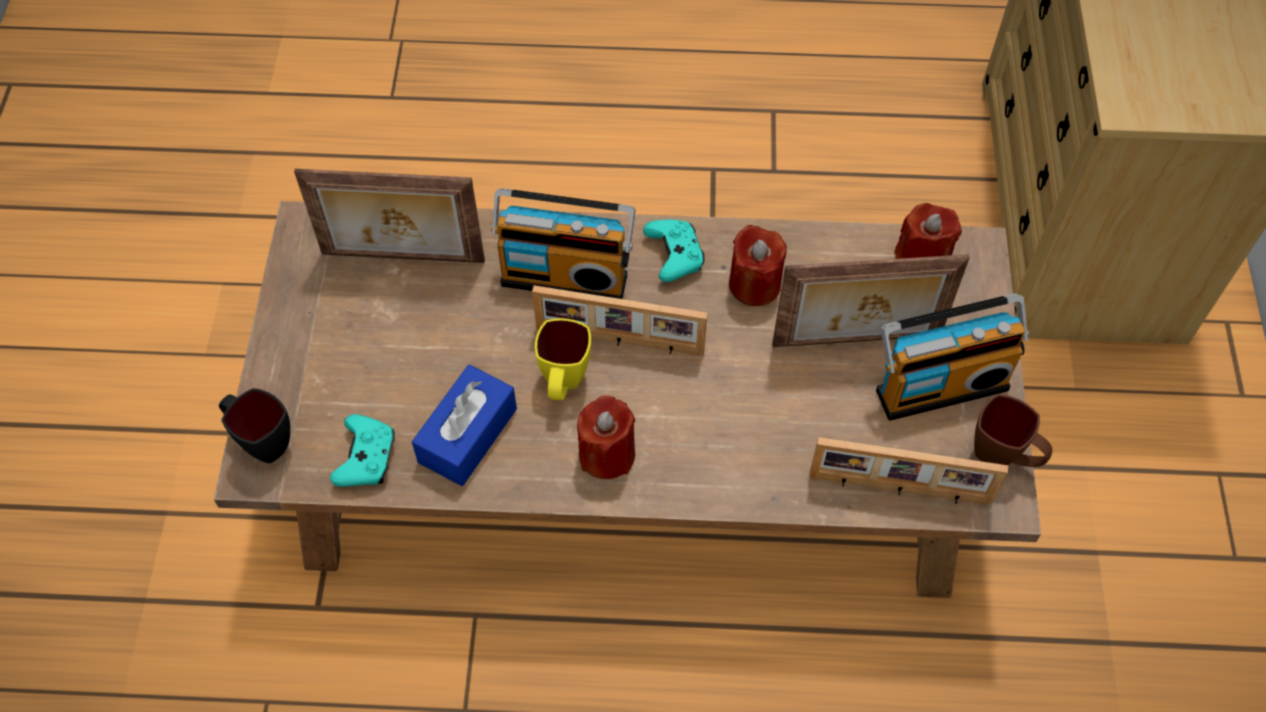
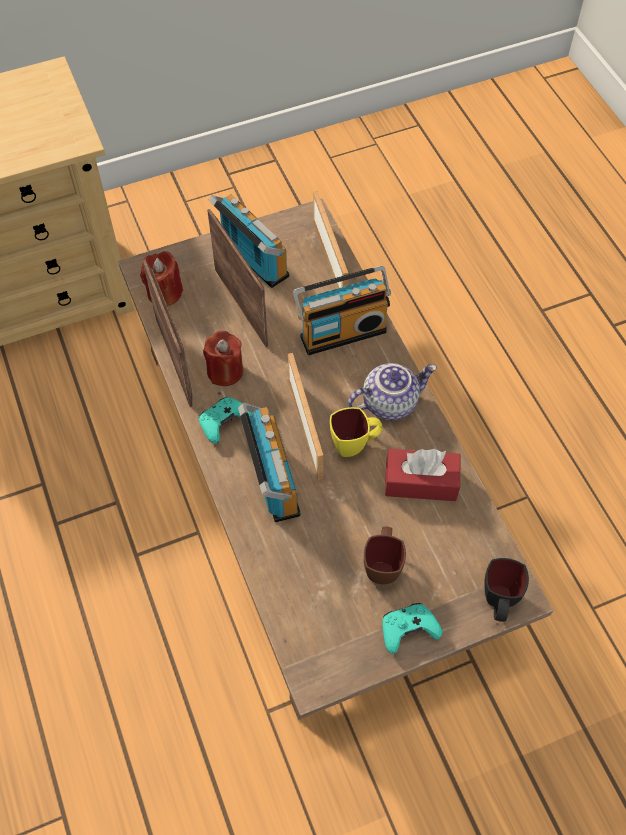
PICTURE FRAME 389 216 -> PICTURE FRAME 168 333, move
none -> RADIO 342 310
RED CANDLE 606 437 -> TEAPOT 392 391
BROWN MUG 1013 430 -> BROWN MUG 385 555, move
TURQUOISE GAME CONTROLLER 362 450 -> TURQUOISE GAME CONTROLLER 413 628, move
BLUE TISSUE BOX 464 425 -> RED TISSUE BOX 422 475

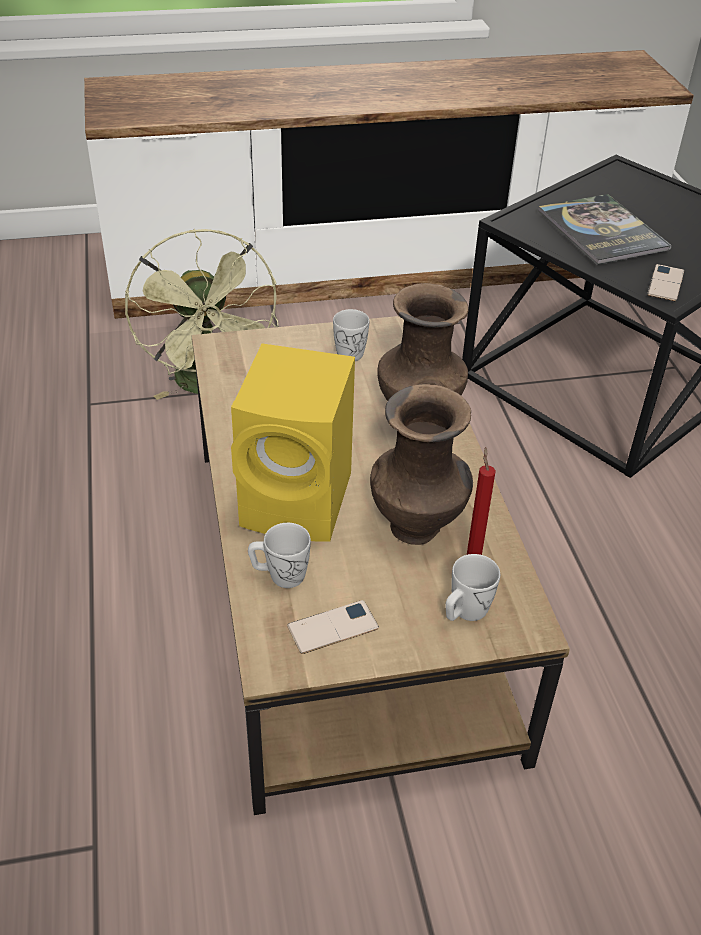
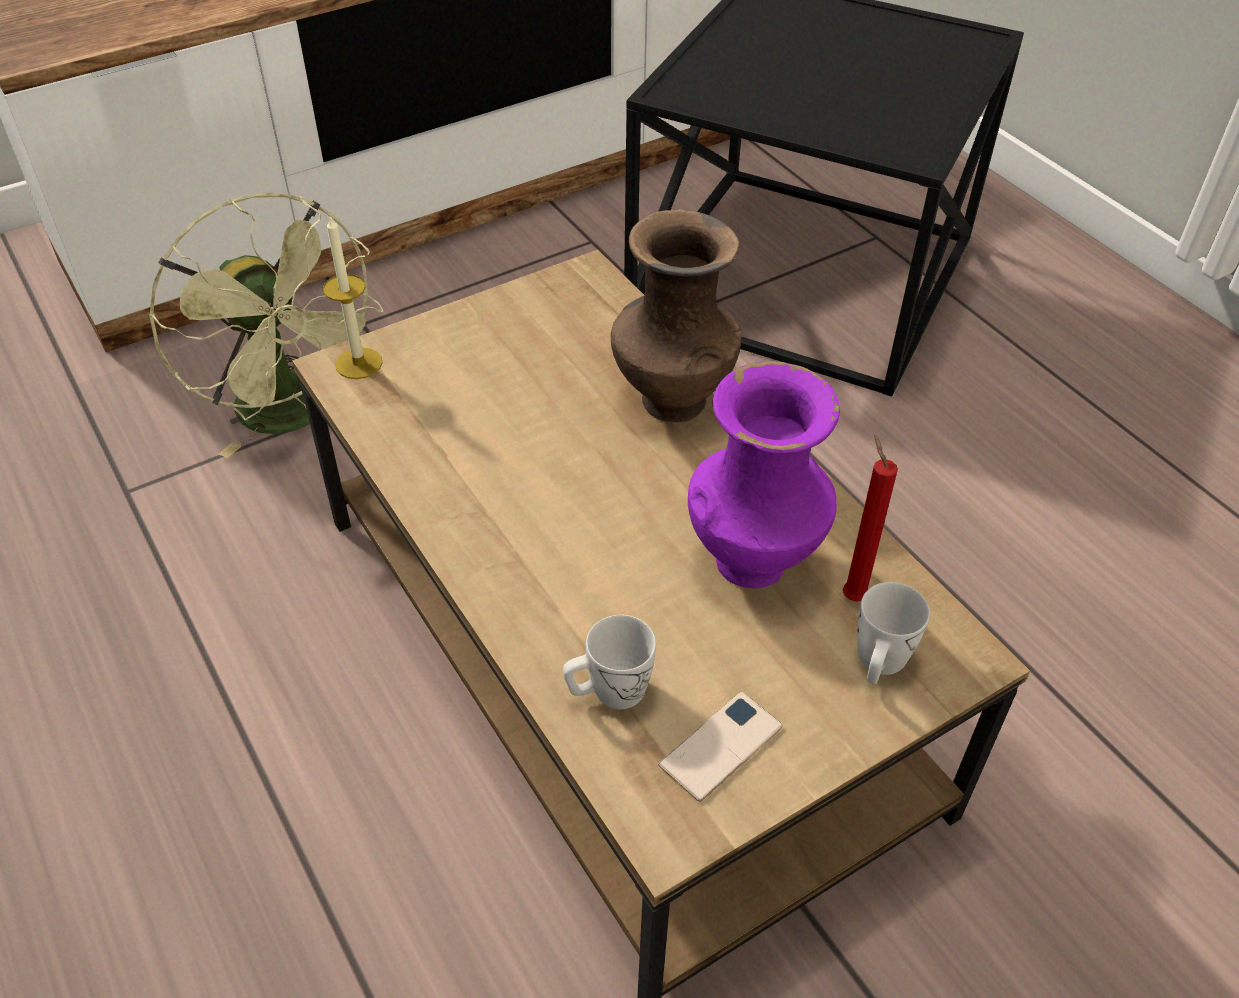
none -> CANDLE 353 297
BROWN VASE 421 464 -> PURPLE VASE 764 474
YELLOW SPEAKER 293 442 -> none
WHITE MUG 351 335 -> none
BOOK 605 229 -> none
PHONE 665 282 -> none

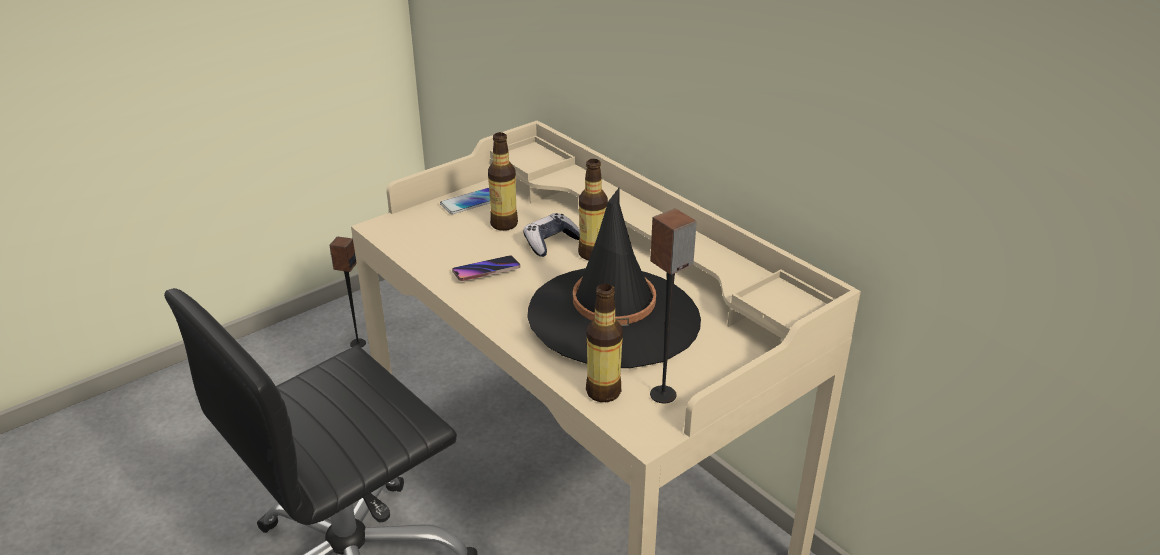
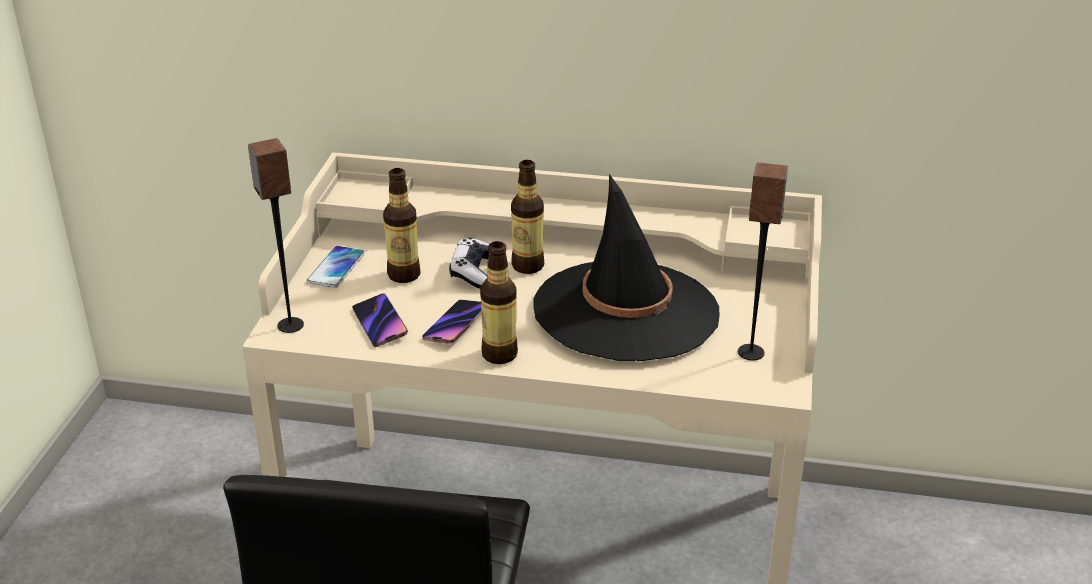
SPEAKER 347 292 -> SPEAKER 276 235, move
none -> PHONE 380 320
BOTTLE 604 343 -> BOTTLE 499 302, move

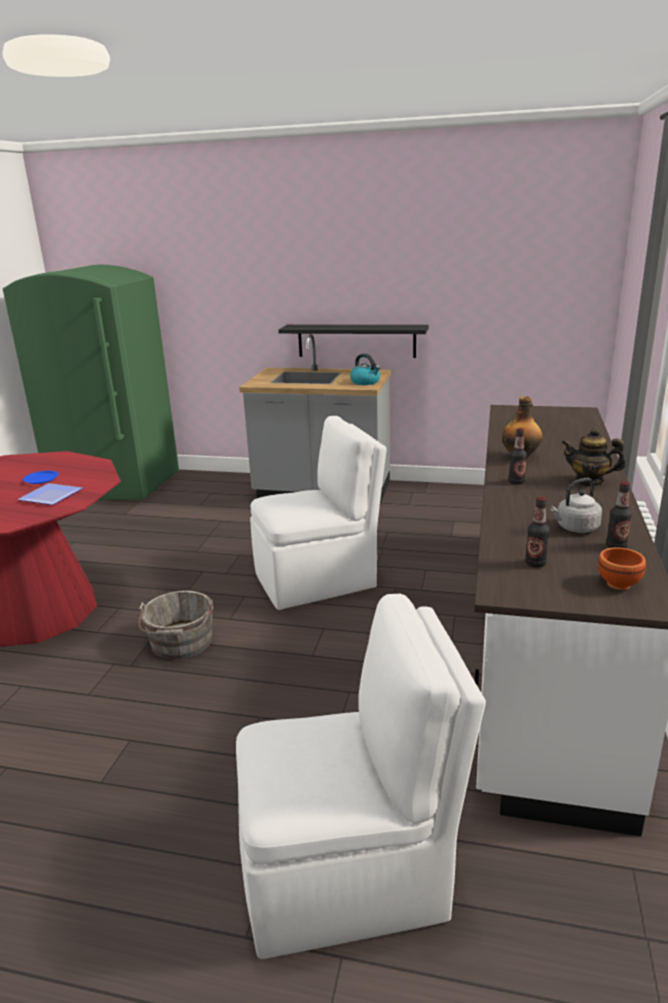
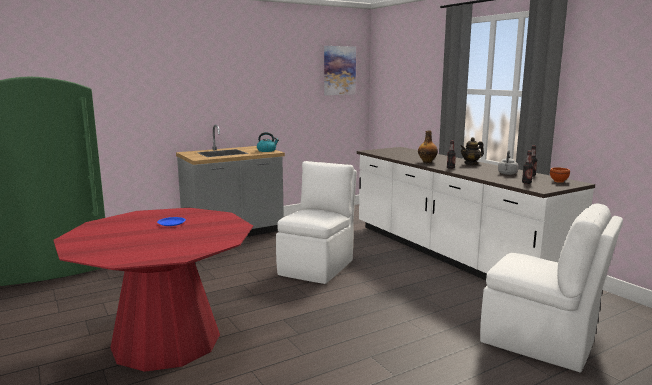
none -> PICTURE 340 70
WHITE CHAIR 361 776 -> WHITE CHAIR 551 287, 90 degrees clockwise
PLATE 50 494 -> none
GREY BUCKET 175 624 -> none
BLACK SHELF 353 341 -> none

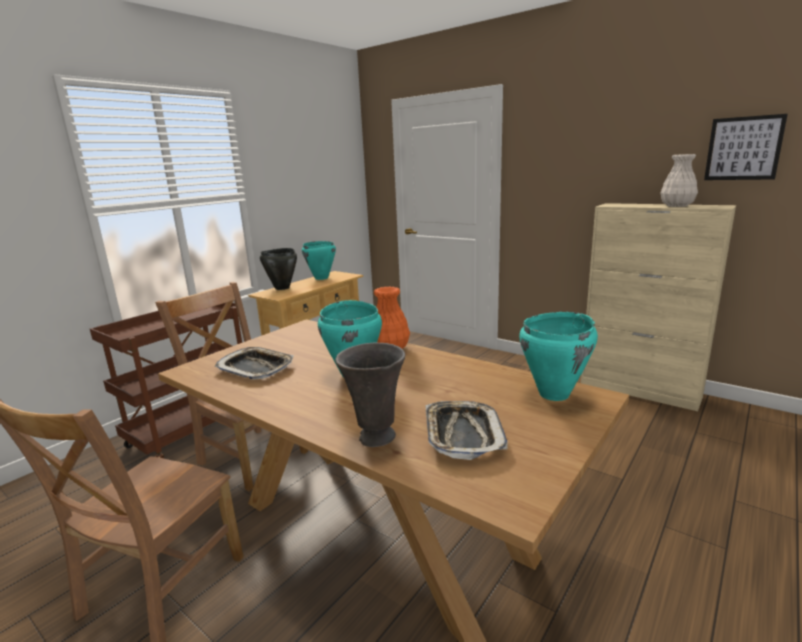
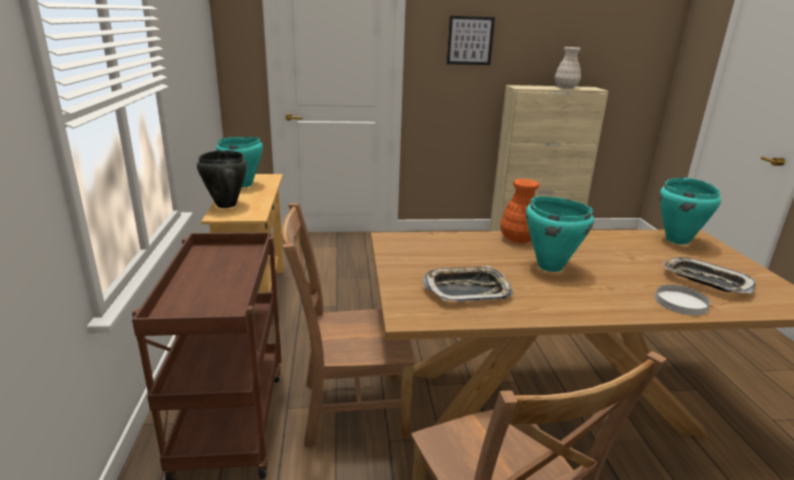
PICTURE 746 147 -> PICTURE 471 40, move
GREY VASE 370 395 -> WHITE PLATE 683 300

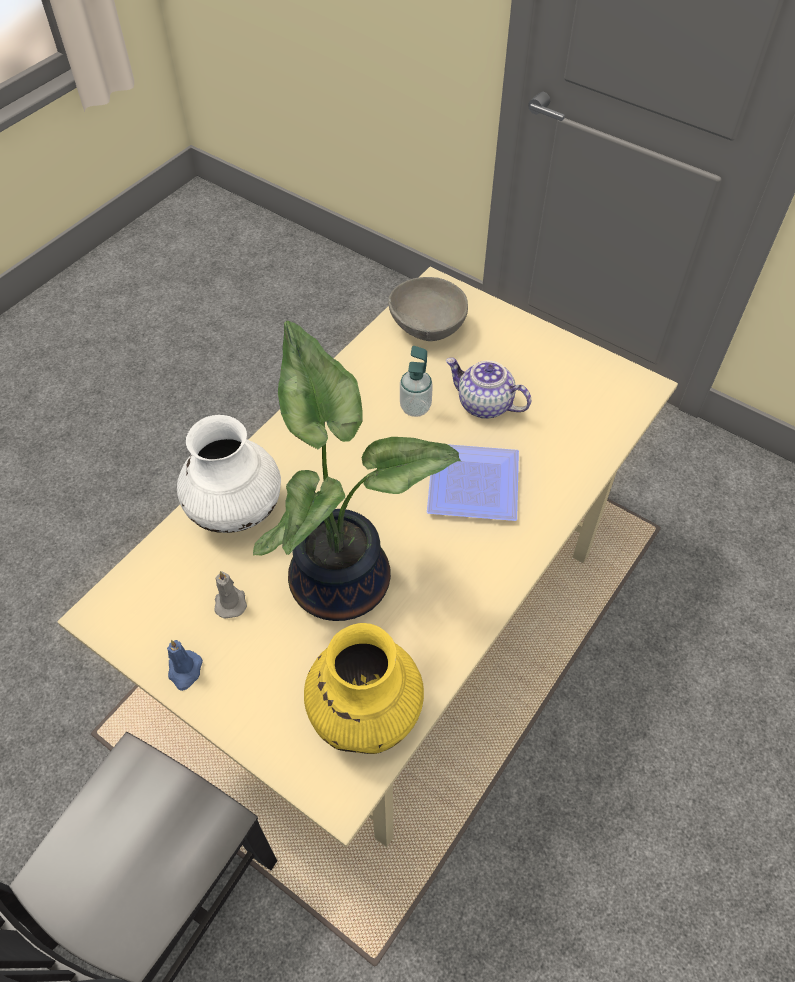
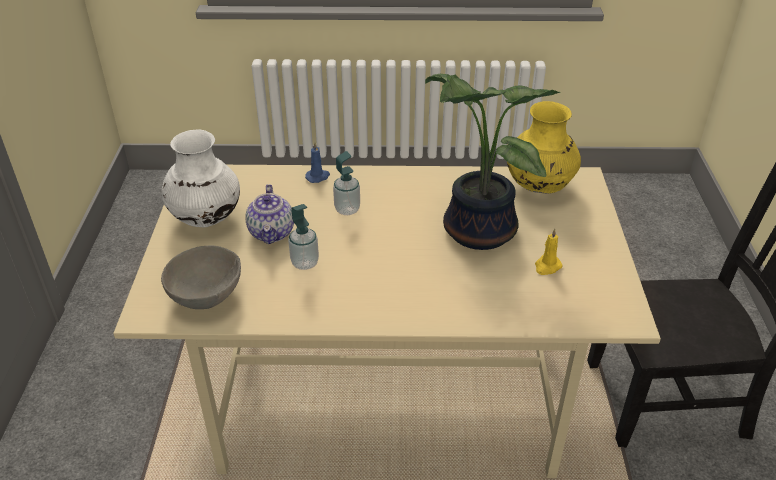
WHITE VASE 229 474 -> WHITE VASE 201 178, move
BLUE CANDLE 185 665 -> BLUE CANDLE 317 162, move
PLATE 473 482 -> SOAP DISPENSER 346 183
GREY CANDLE 230 595 -> YELLOW CANDLE 549 251

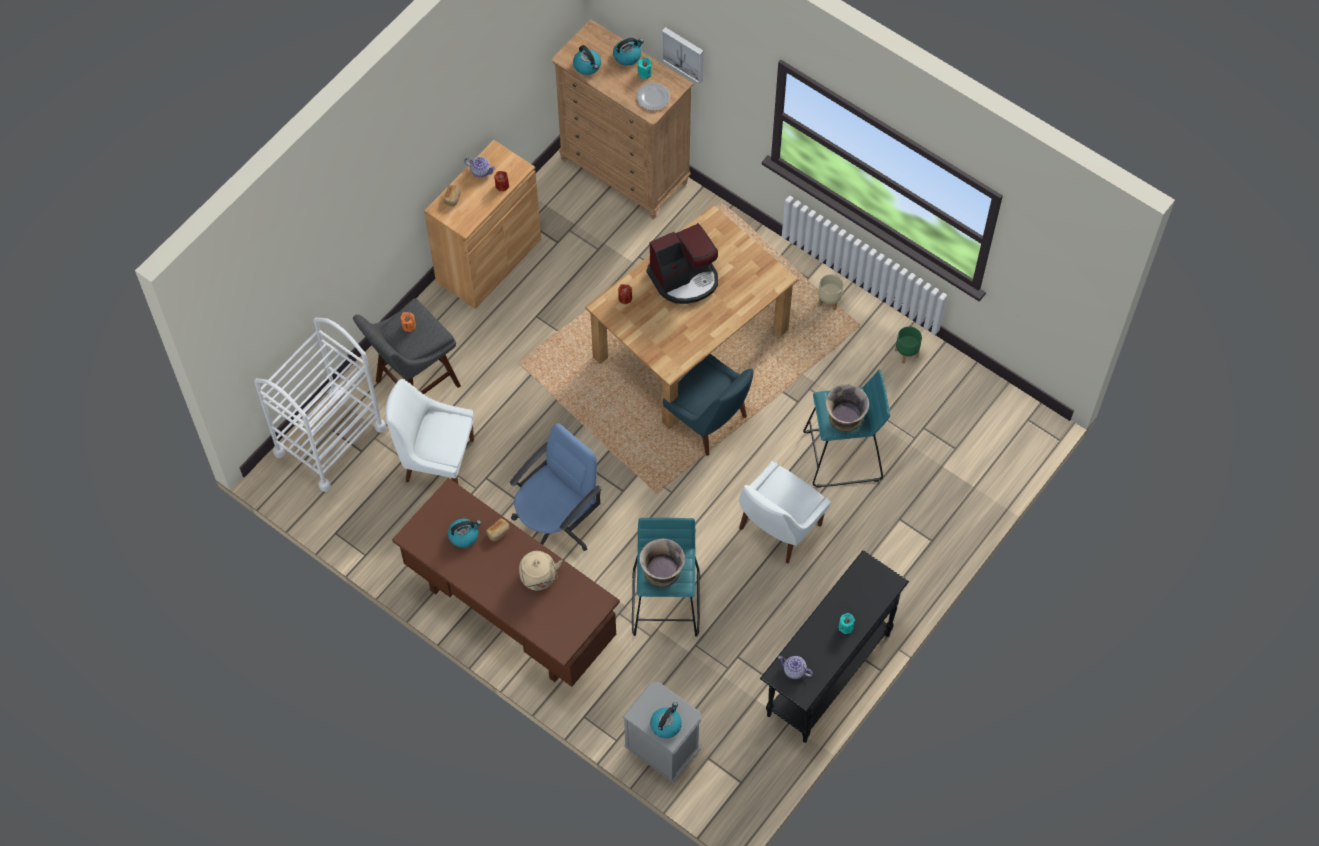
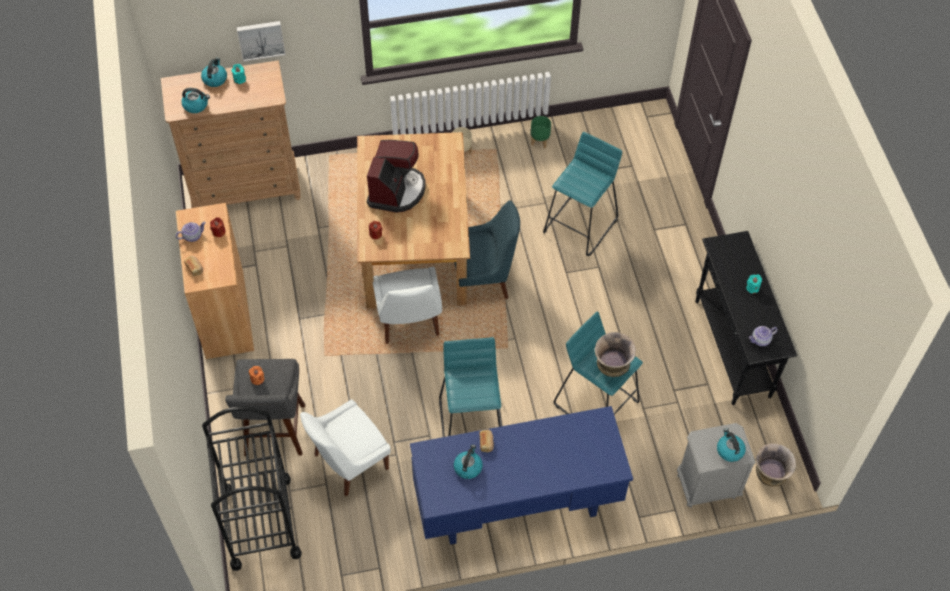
WHITE CART 320 405 -> BLACK CART 252 489
WHITE CHAIR 785 512 -> WHITE CHAIR 407 305, move
BROWN DESK 506 582 -> BLUE DESK 521 475
BLUE OFFICE CHAIR 556 487 -> TURQUOISE STOOL 470 387
VASE 847 408 -> VASE 776 465, move
BEIGE KETTLE 540 571 -> none
PLATE 653 97 -> none

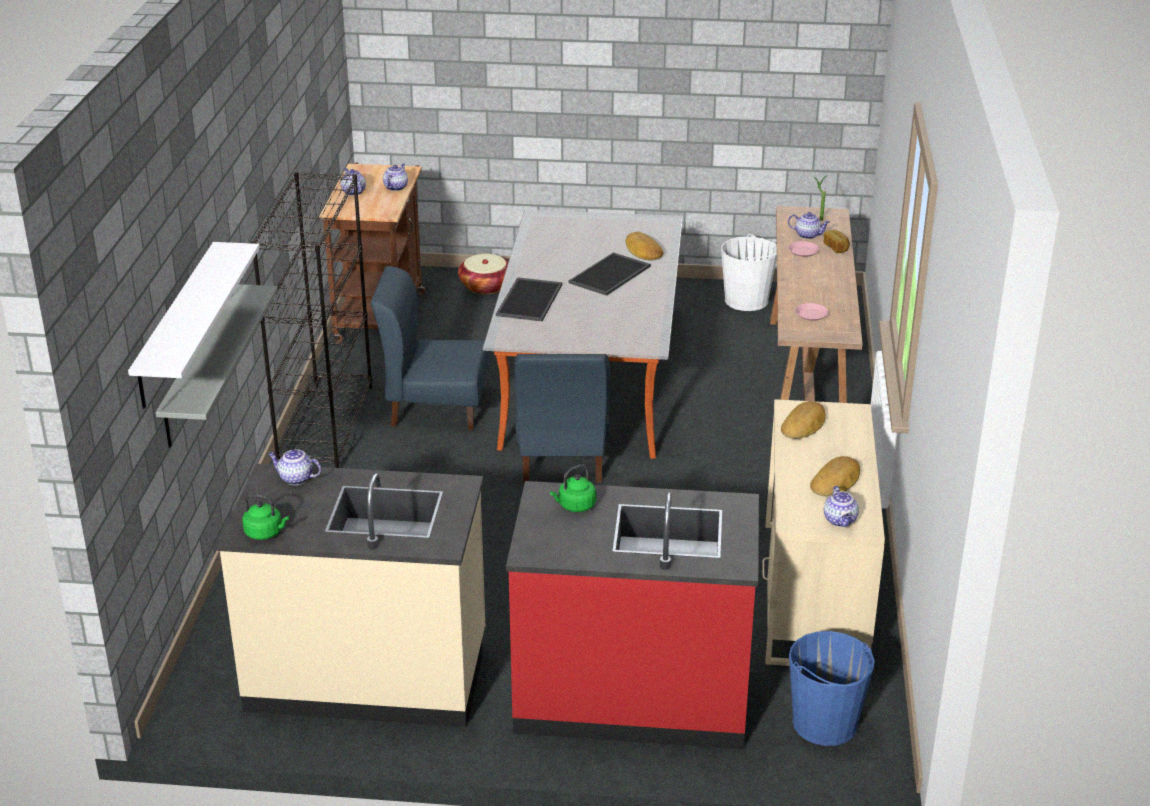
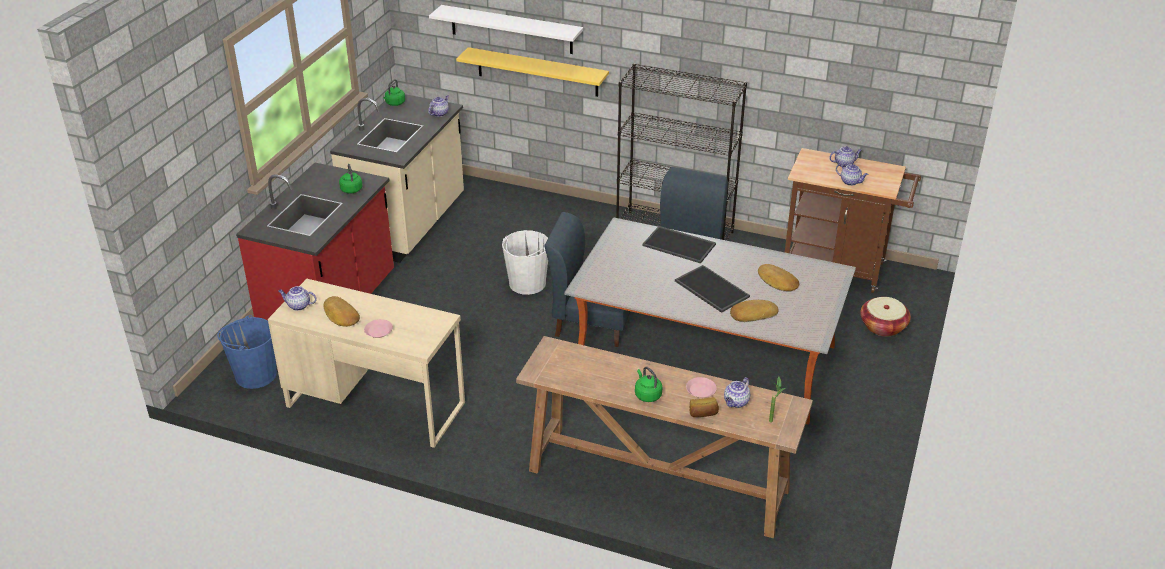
PINK PLATE 812 312 -> PINK PLATE 378 328, move
GREY SHELF 217 366 -> YELLOW SHELF 532 72
WHITE BUCKET 749 272 -> WHITE BUCKET 525 262, move
none -> GREEN KETTLE 648 384
BREAD 803 420 -> BREAD 778 277, move

